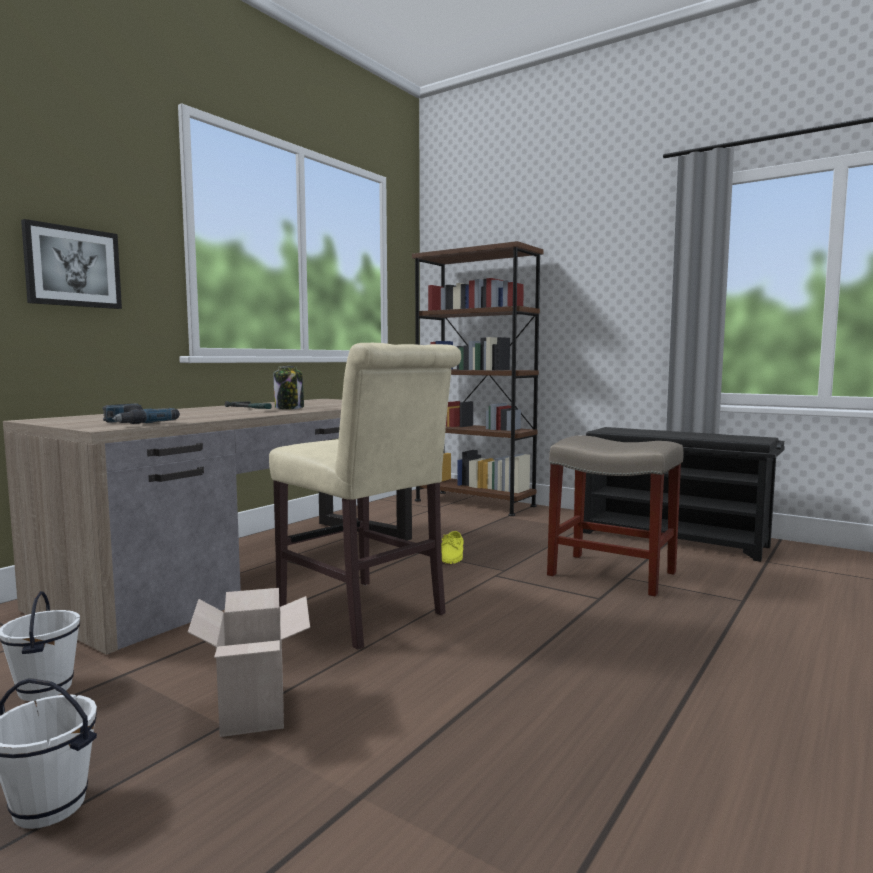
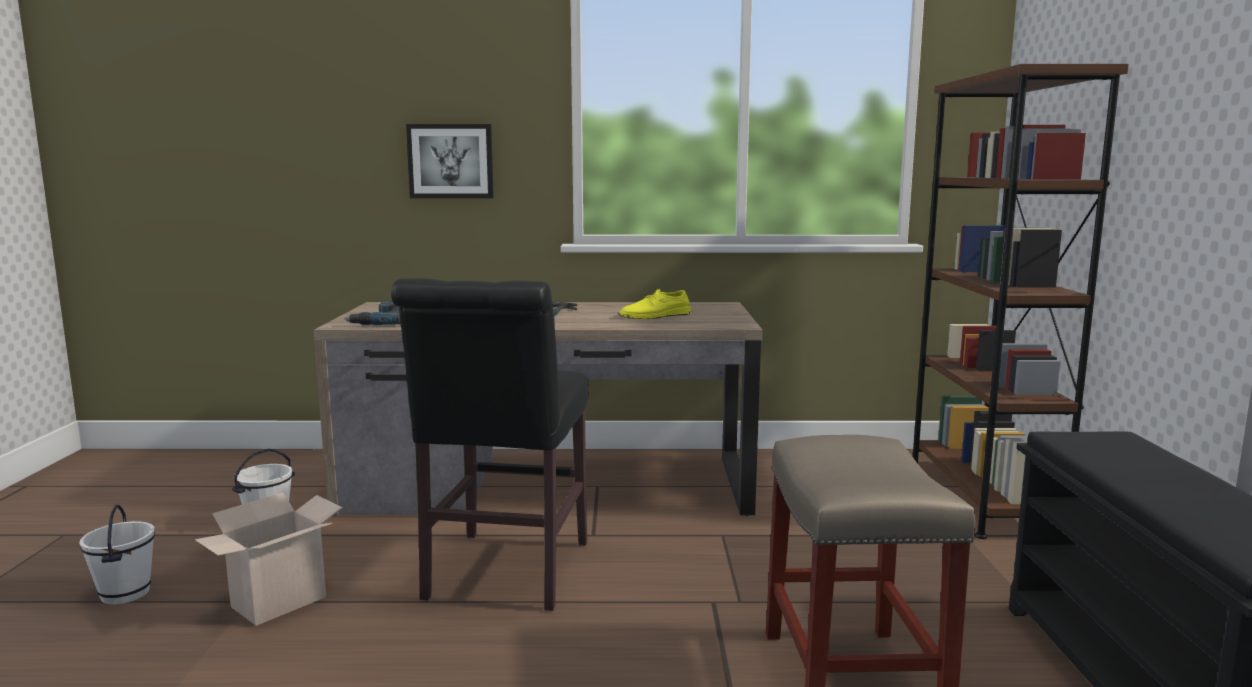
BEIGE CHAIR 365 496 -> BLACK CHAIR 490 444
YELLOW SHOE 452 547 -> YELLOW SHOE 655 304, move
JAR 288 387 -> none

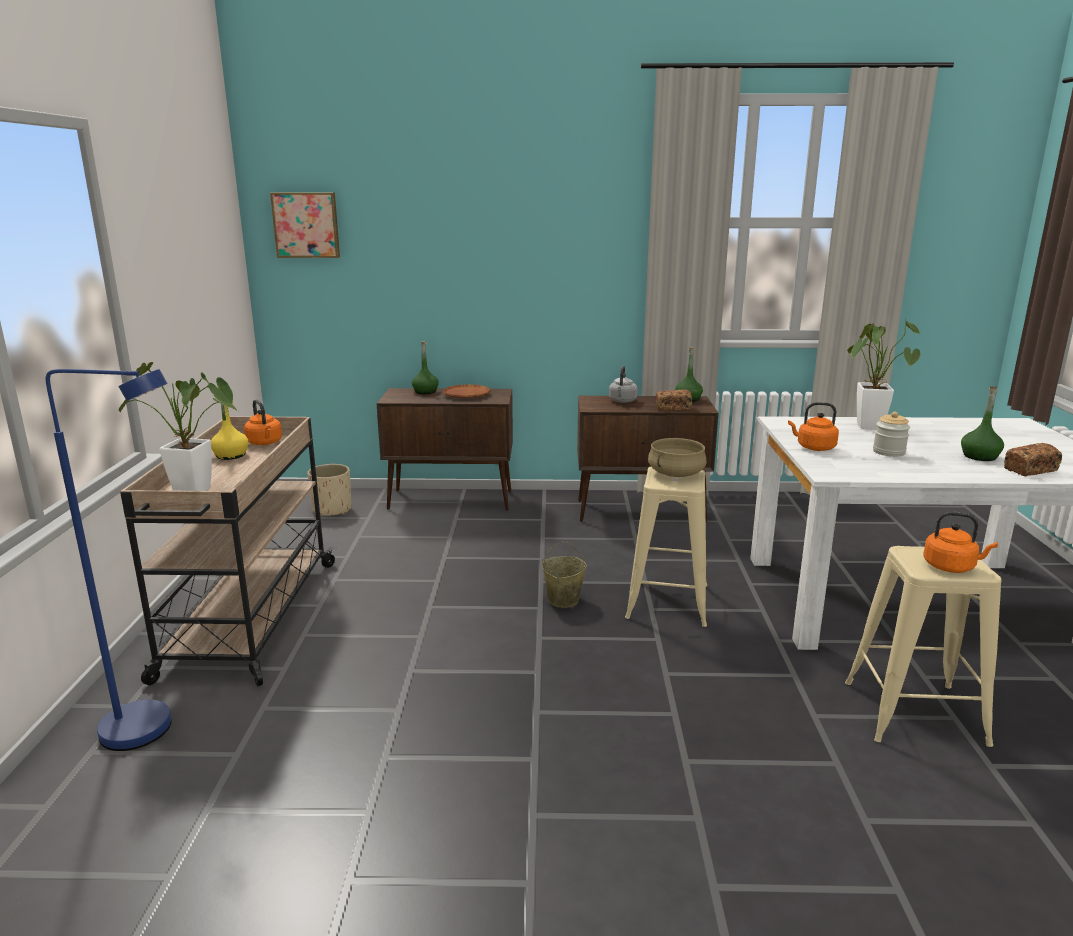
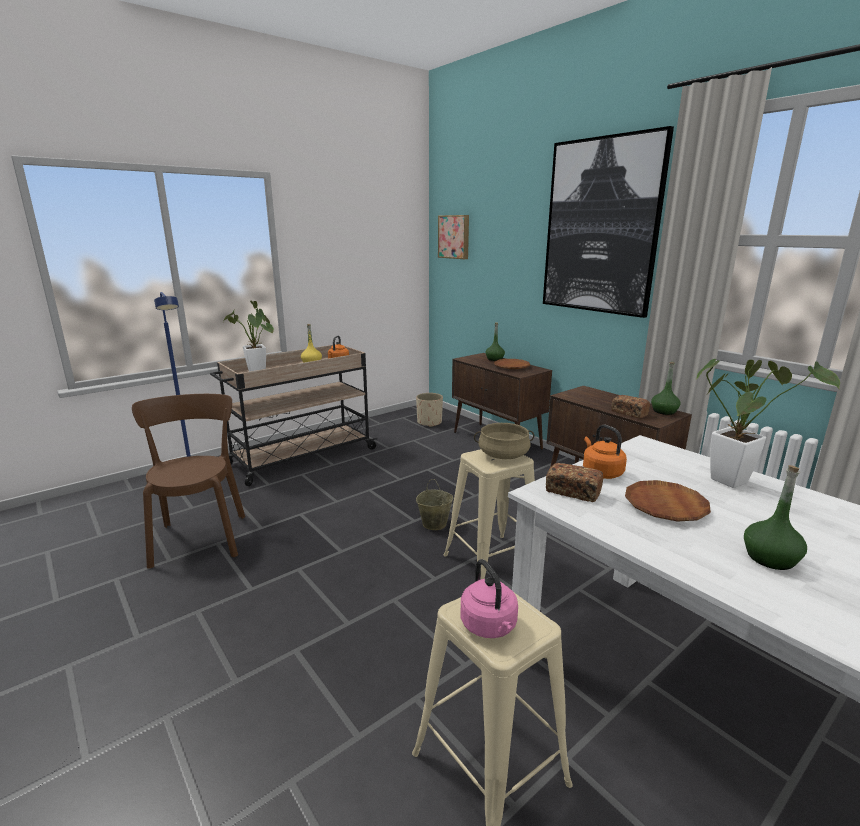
none -> BROWN CHAIR 188 481
ORANGE KETTLE 960 542 -> PINK KETTLE 489 598
none -> PICTURE 608 222
BREAD 1033 459 -> BREAD 574 482, move
JAR 891 434 -> BROWN PLATE 668 501
GREY KETTLE 623 384 -> none

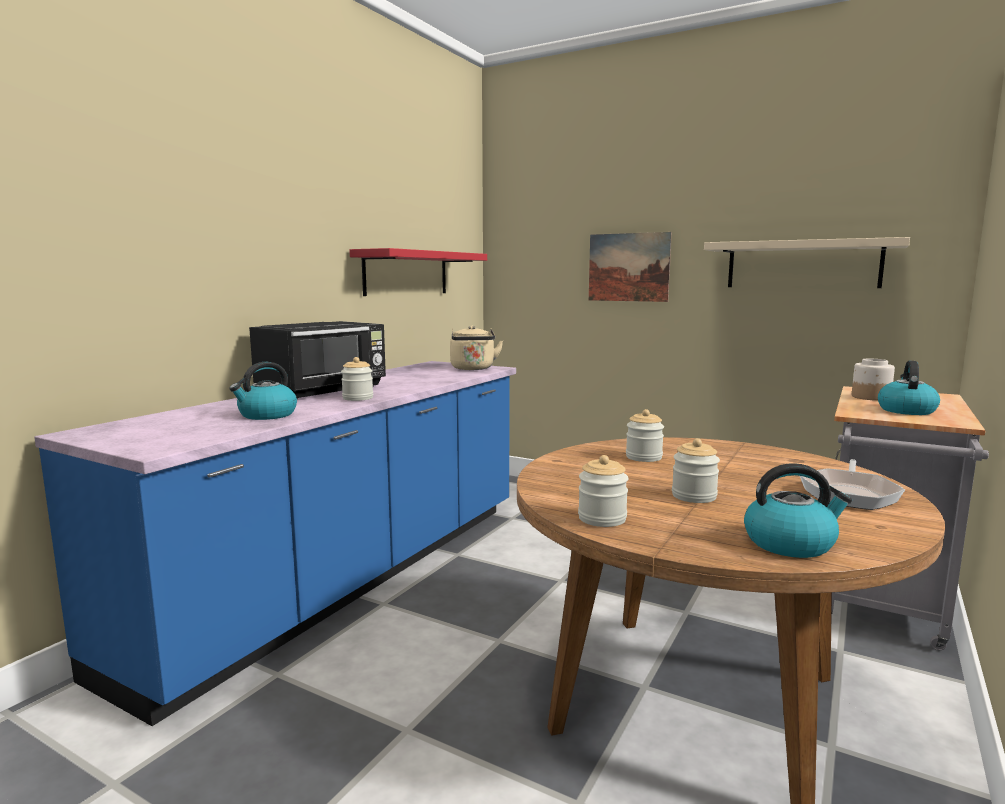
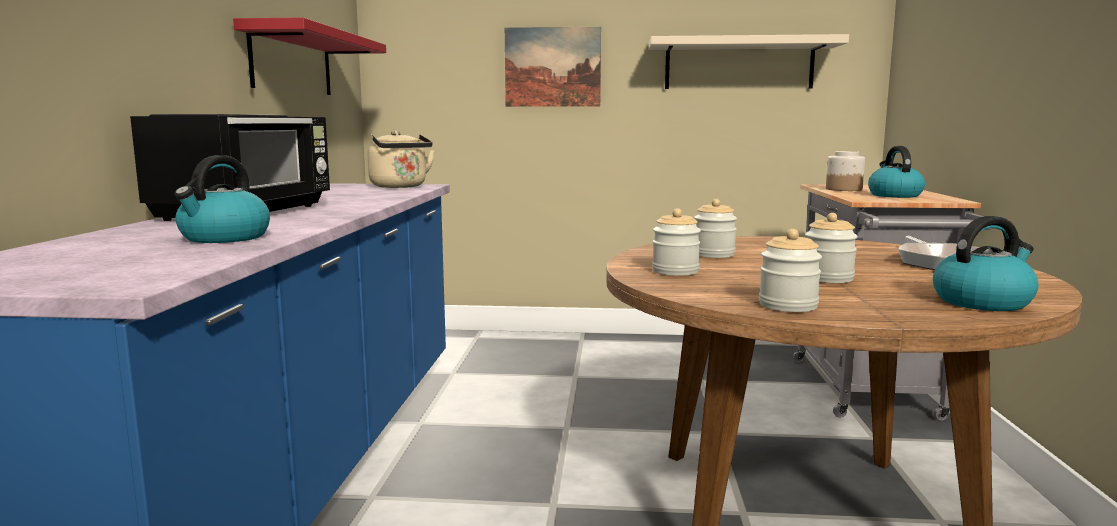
JAR 357 379 -> JAR 676 242, move

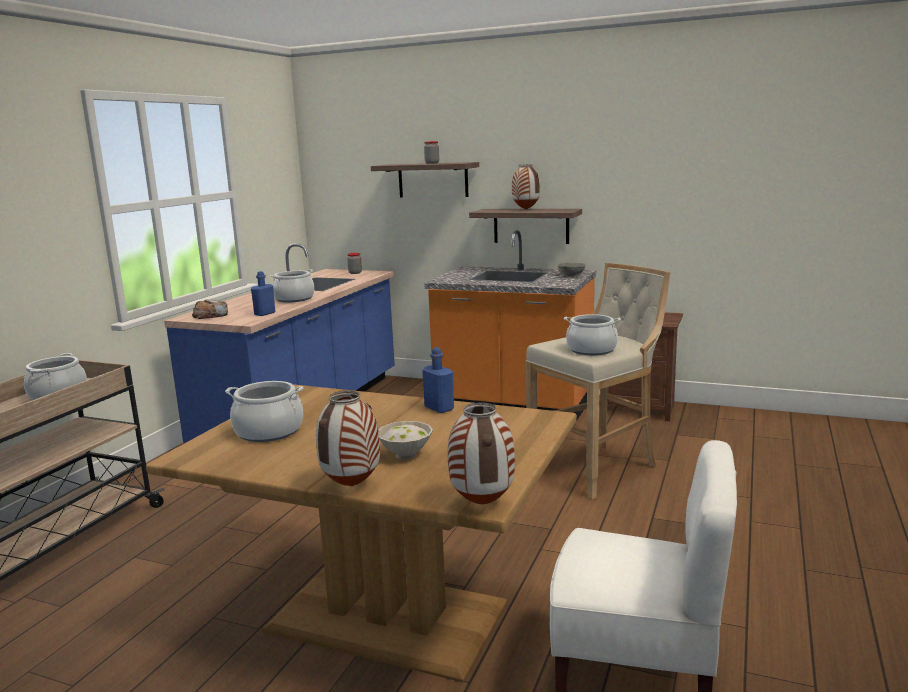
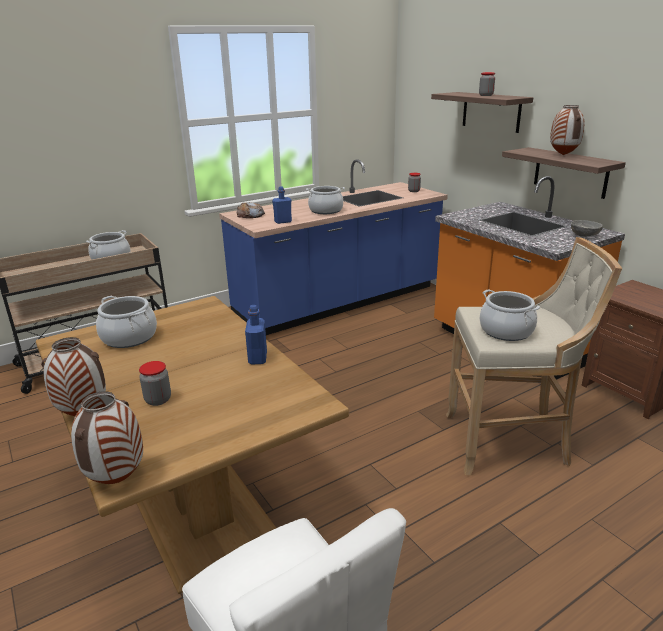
WHITE BOWL 406 440 -> JAR 155 383

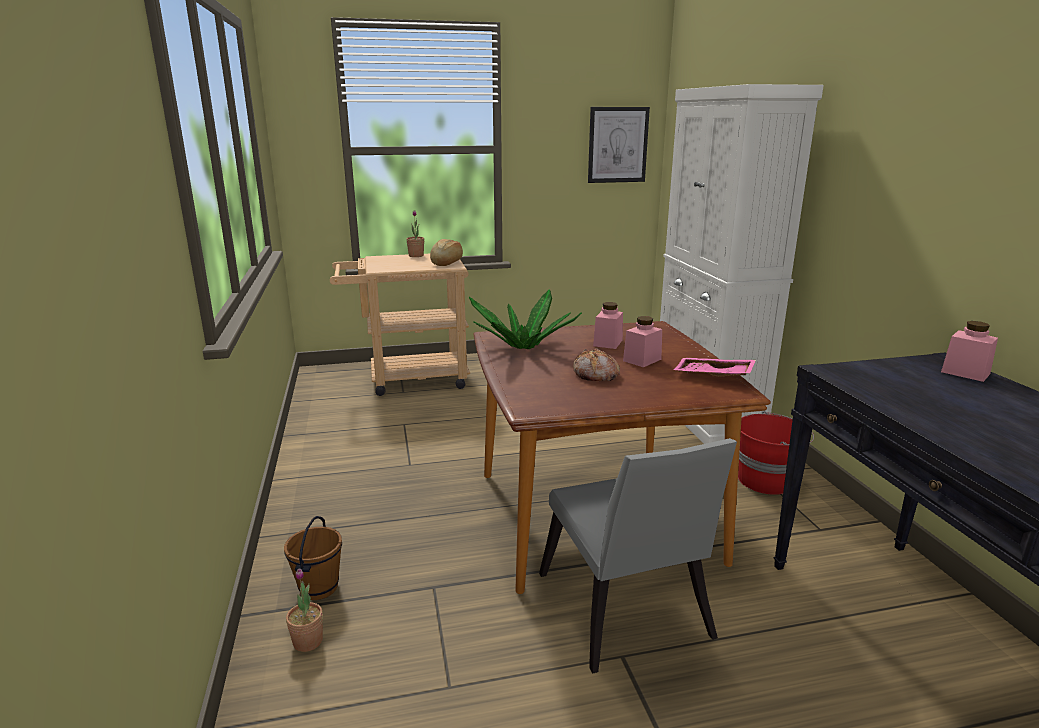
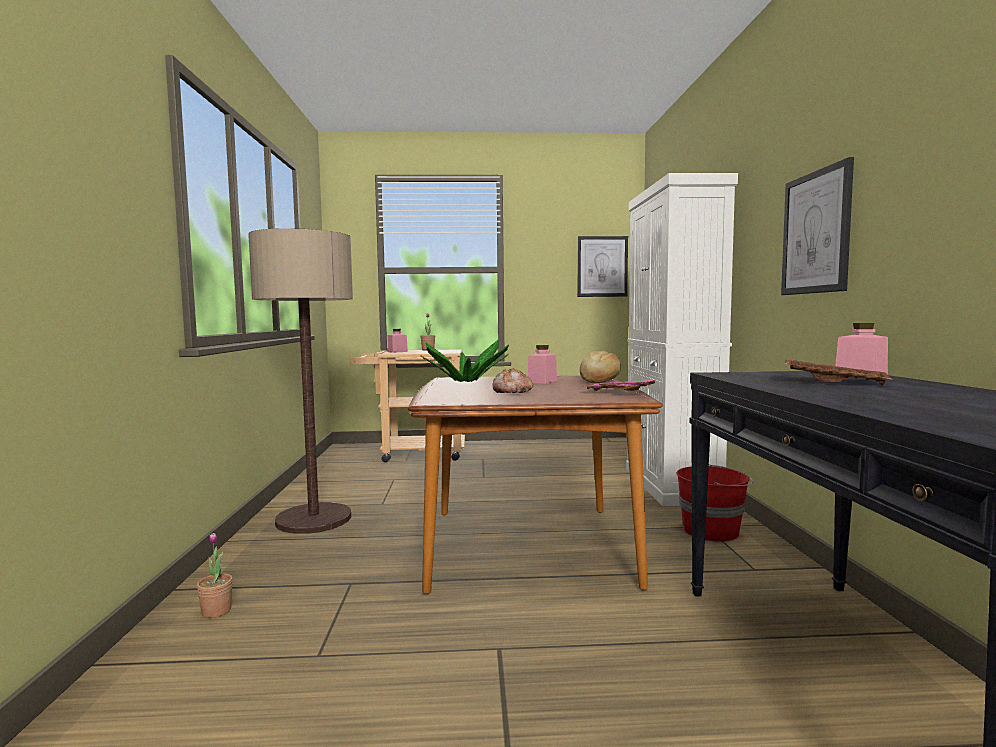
none -> FLOOR LAMP 300 381
PINK JAR 642 341 -> PINK JAR 397 341, move
BREAD 446 252 -> BREAD 600 367, move
none -> PICTURE 817 226
none -> BROWN TRAY 839 372
BROWN BUCKET 313 558 -> none
GREY CHAIR 638 555 -> none

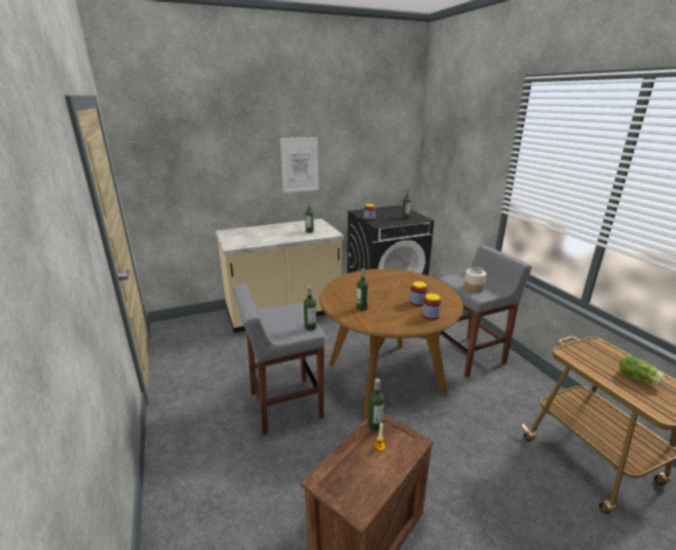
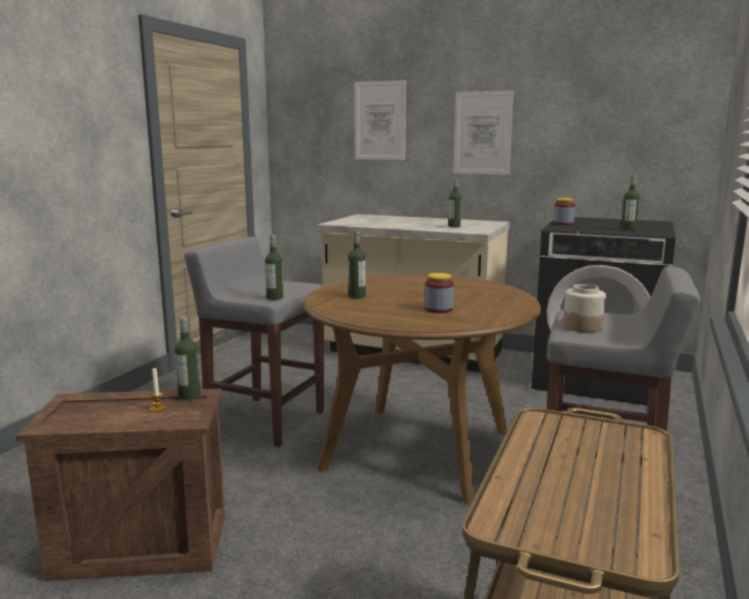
none -> PICTURE 380 120
JAR 431 306 -> none
LETTUCE 642 370 -> none

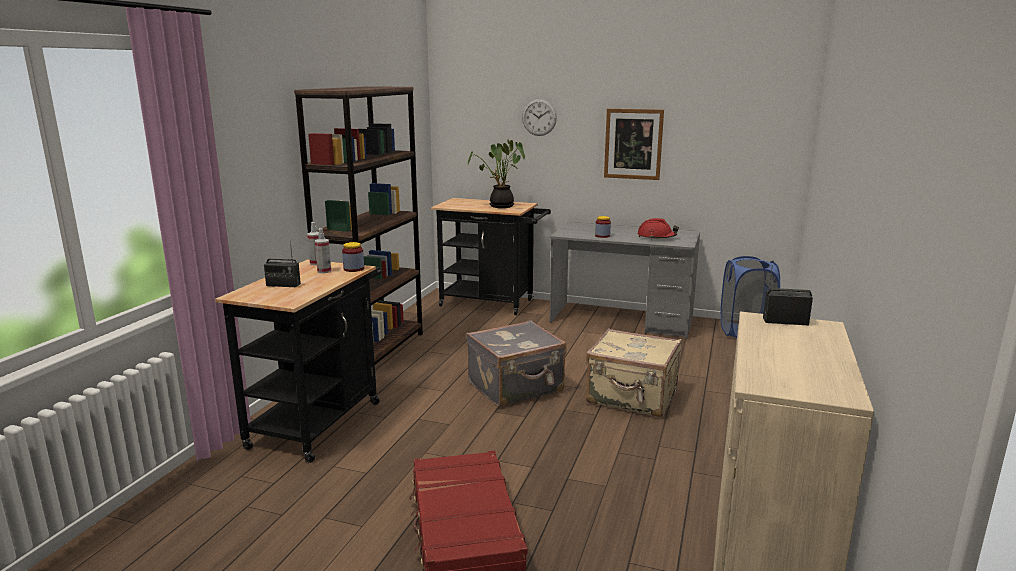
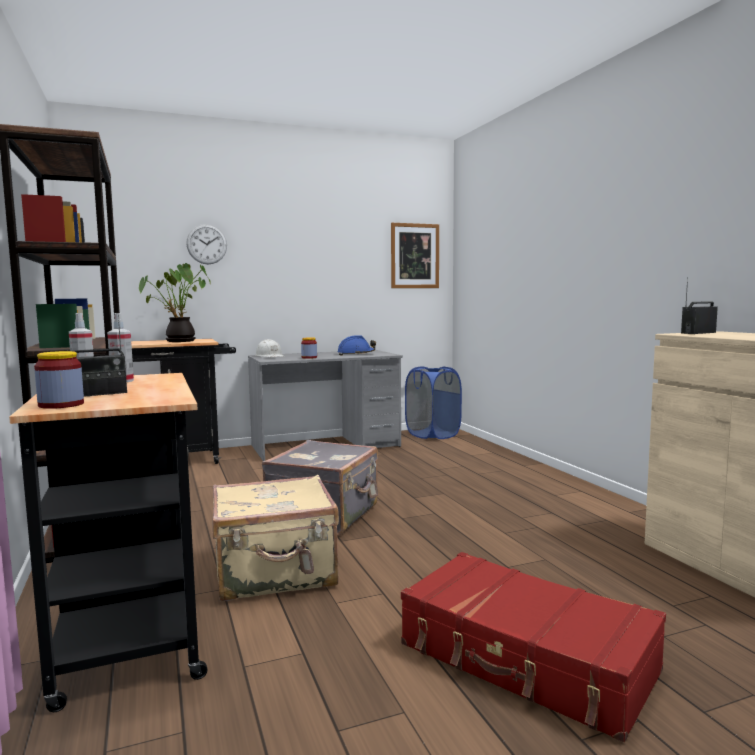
JAR 353 257 -> JAR 59 380, move
BEIGE SUITCASE 634 373 -> BEIGE SUITCASE 276 538, move
none -> WHITE HARD HAT 269 348
RED HARD HAT 658 228 -> BLUE HARD HAT 357 345
PICTURE 634 144 -> PICTURE 415 255, move

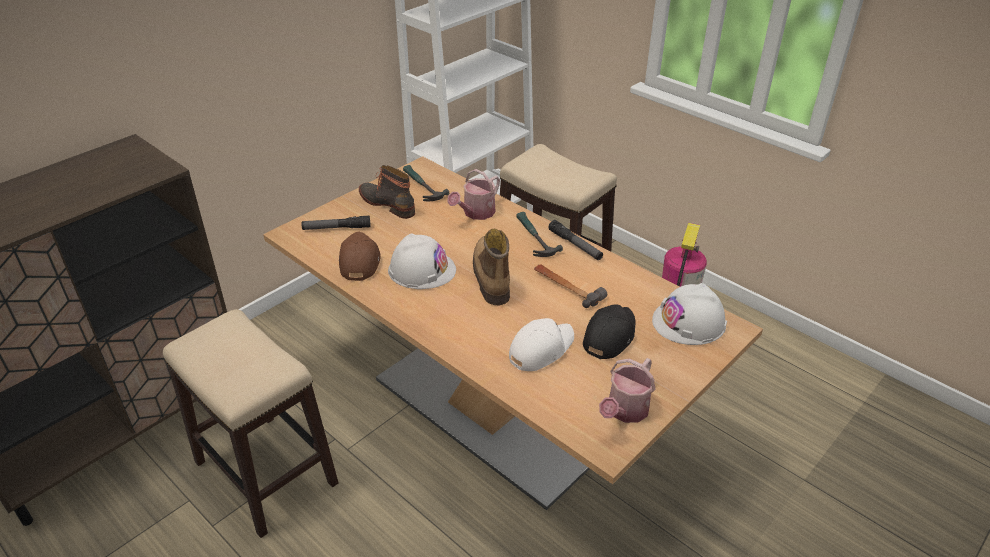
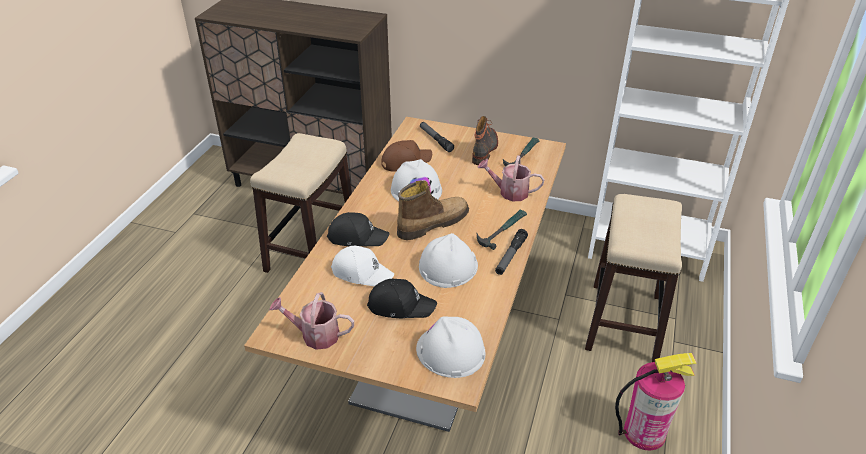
none -> BLACK CAP 358 229
HAMMER 570 286 -> WHITE HARD HAT 448 260

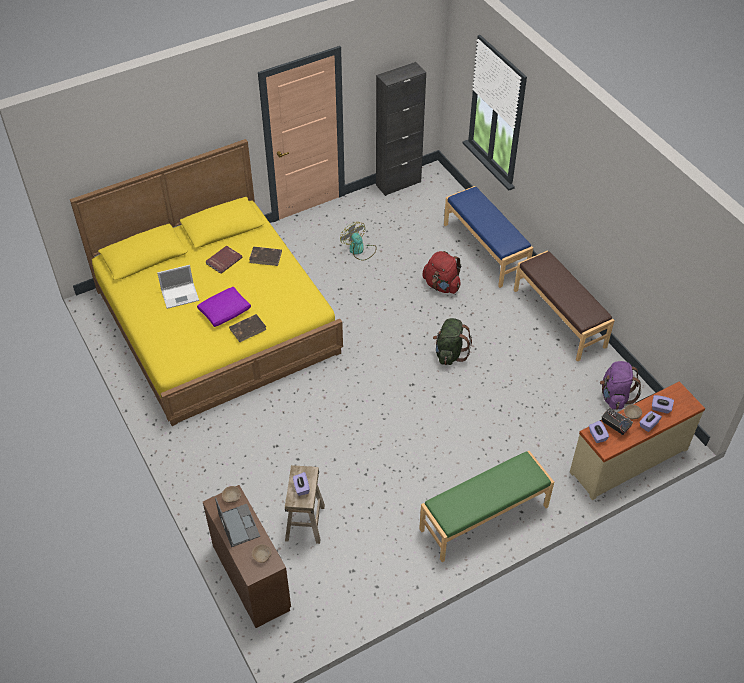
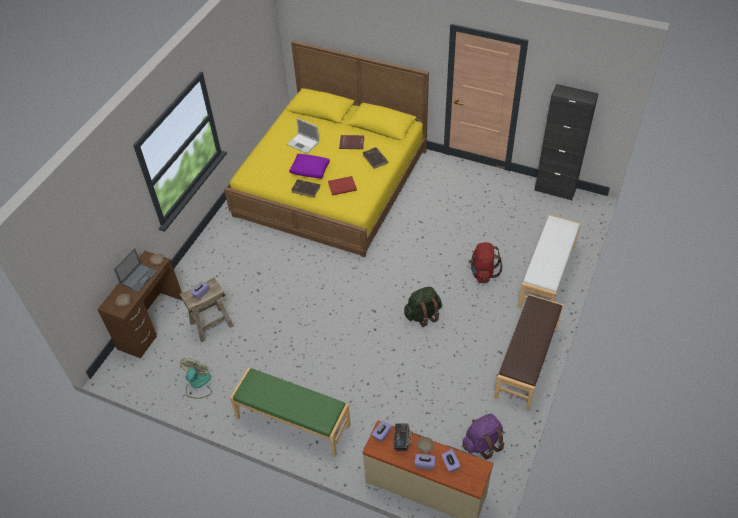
FAN 358 241 -> FAN 196 378, move
none -> RED BOOK 342 186
BLUE BENCH 488 237 -> WHITE BENCH 549 261

